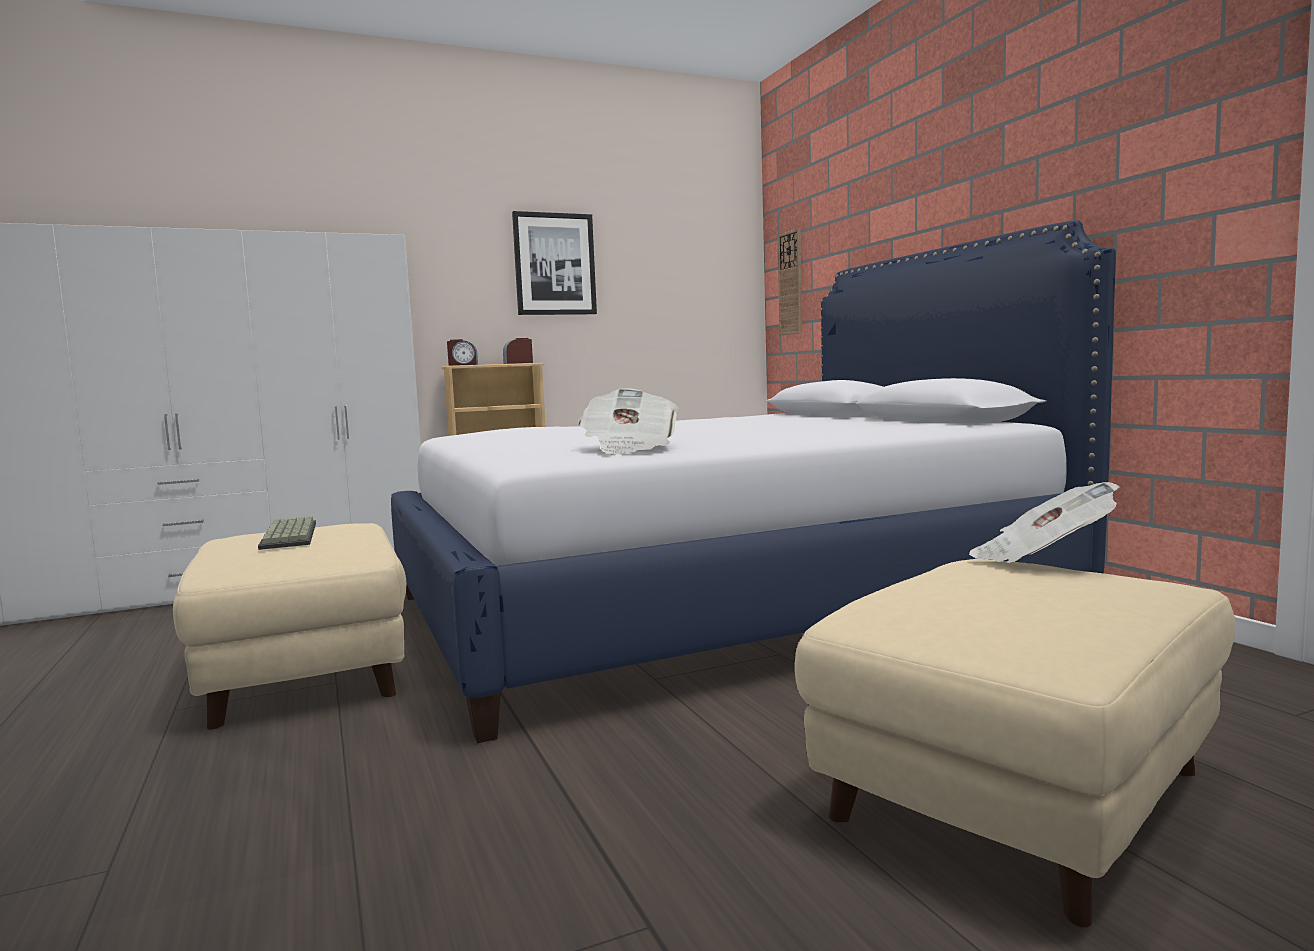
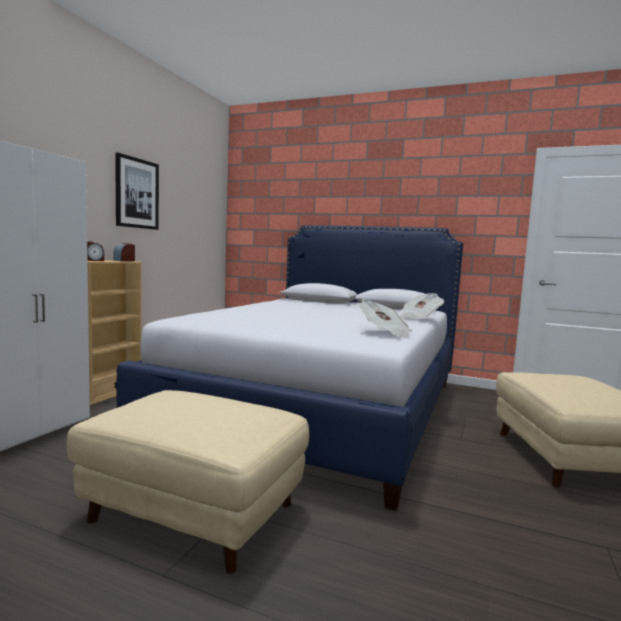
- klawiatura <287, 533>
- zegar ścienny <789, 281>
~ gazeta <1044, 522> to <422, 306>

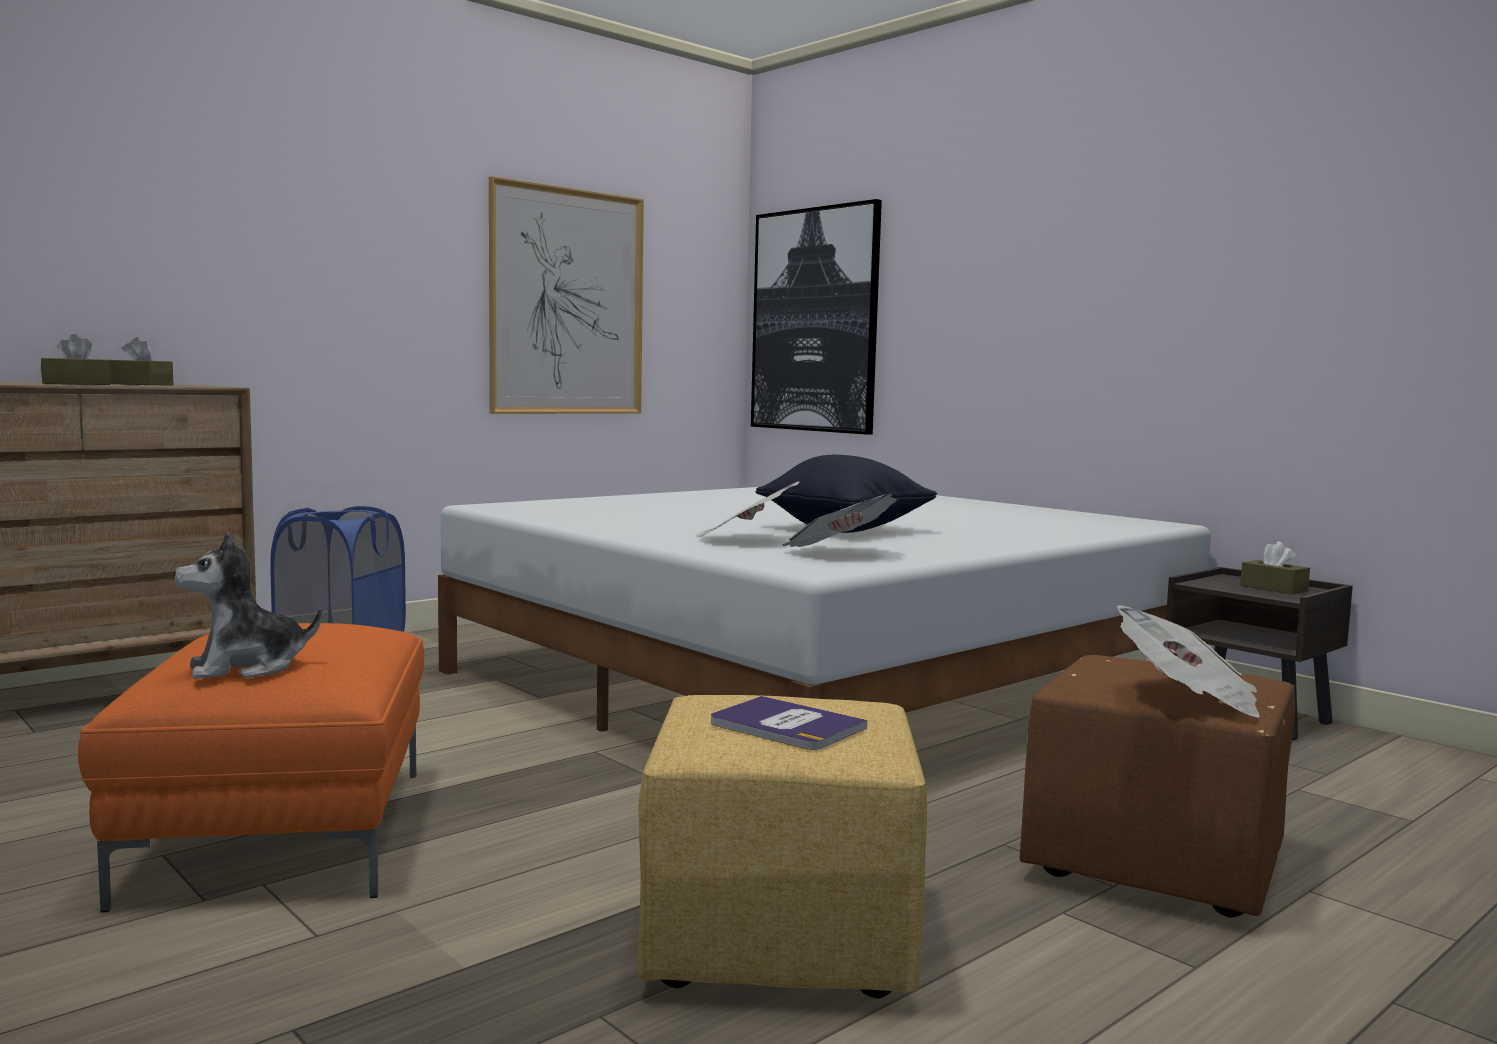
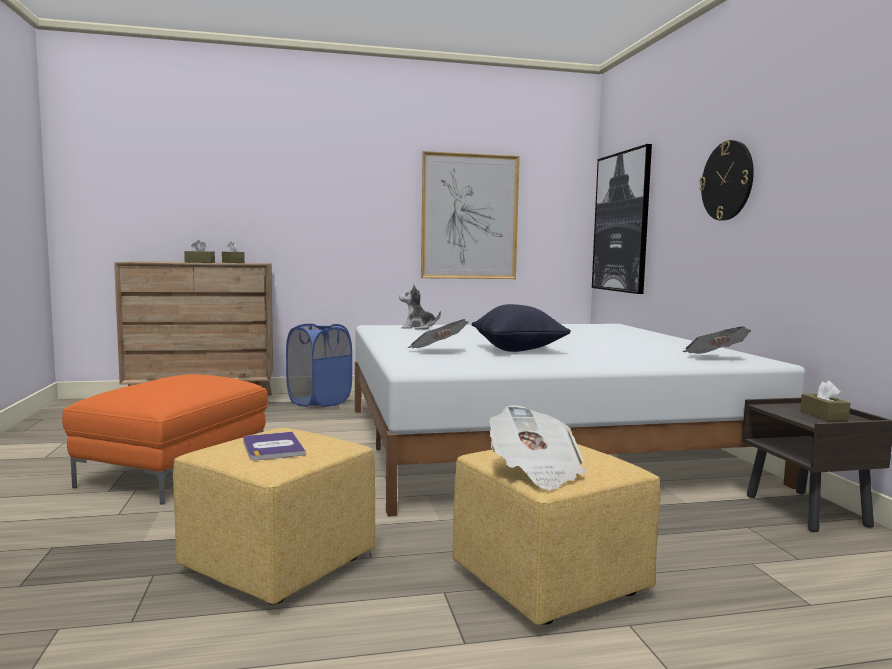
+ zegar ścienny <726, 180>
~ pluszak <248, 605> to <420, 307>
~ gazeta <840, 520> to <716, 340>
~ pufa [brązowy] <1158, 786> to pufa [żółty] <556, 534>

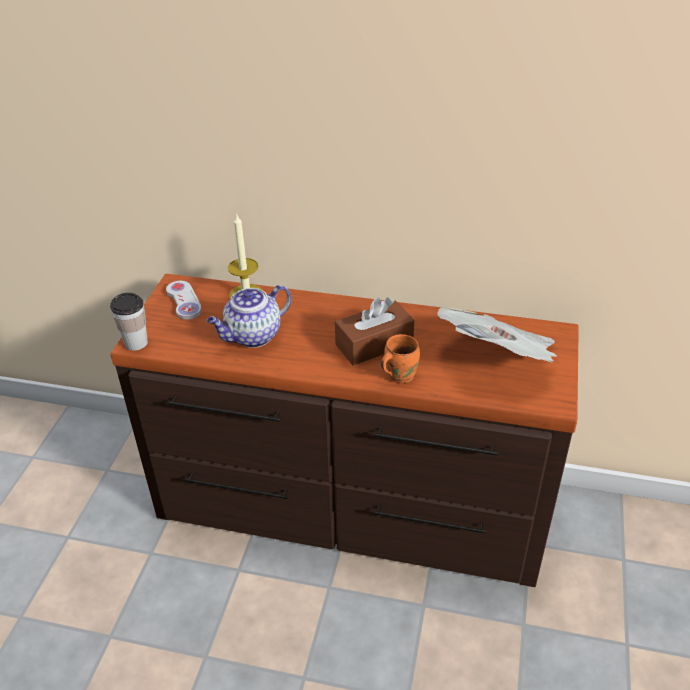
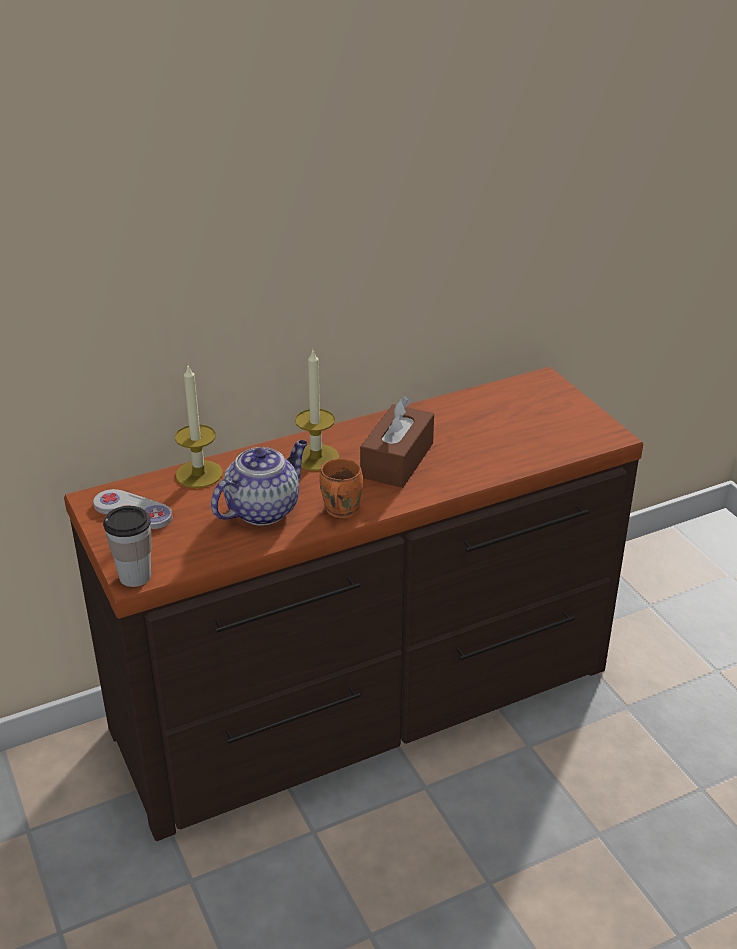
- gazeta <497, 335>
+ świeca <317, 410>
~ kubek [pomarańczowy] <400, 358> to <341, 488>
~ imbryk <249, 316> = <259, 483> 150 degrees counterclockwise

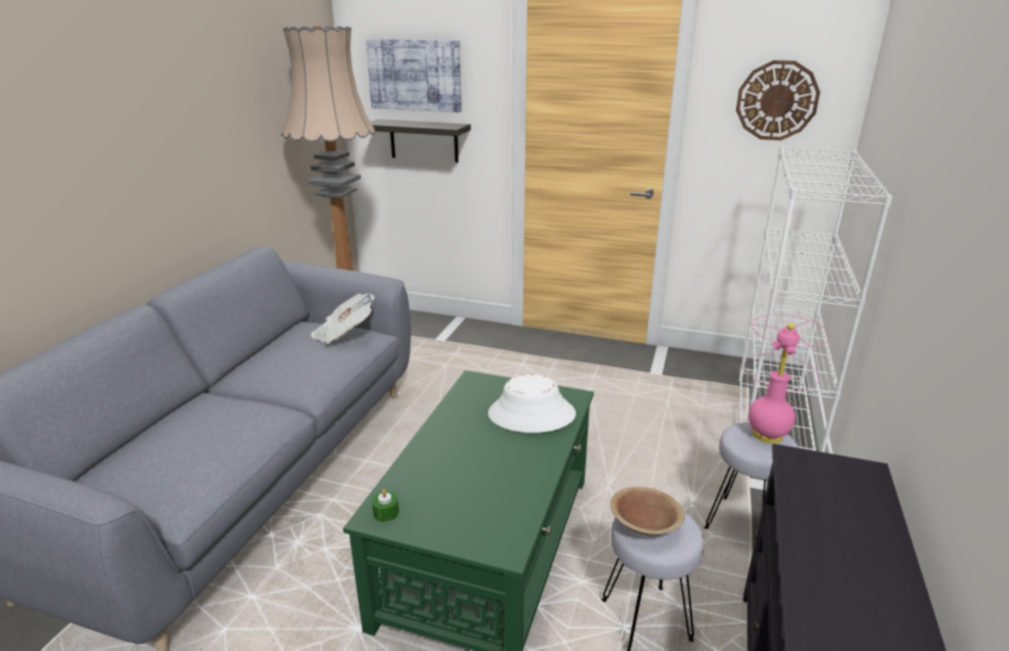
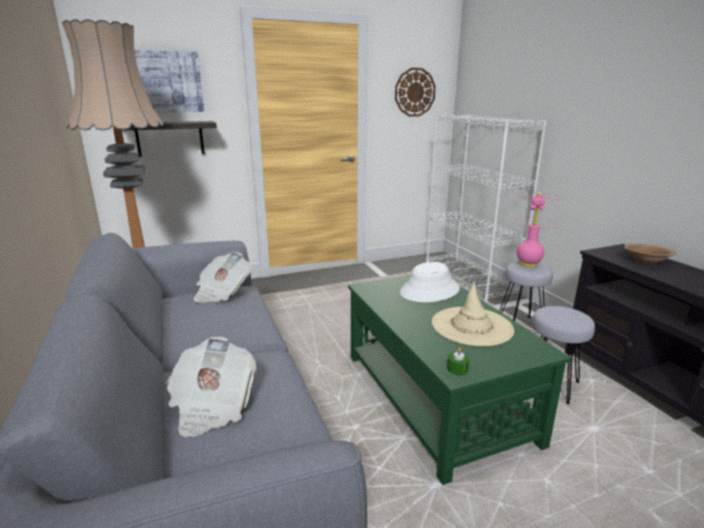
+ gazeta <211, 387>
+ kapelusz [beżowy] <473, 314>
~ miska [brązowy] <647, 511> to <650, 254>

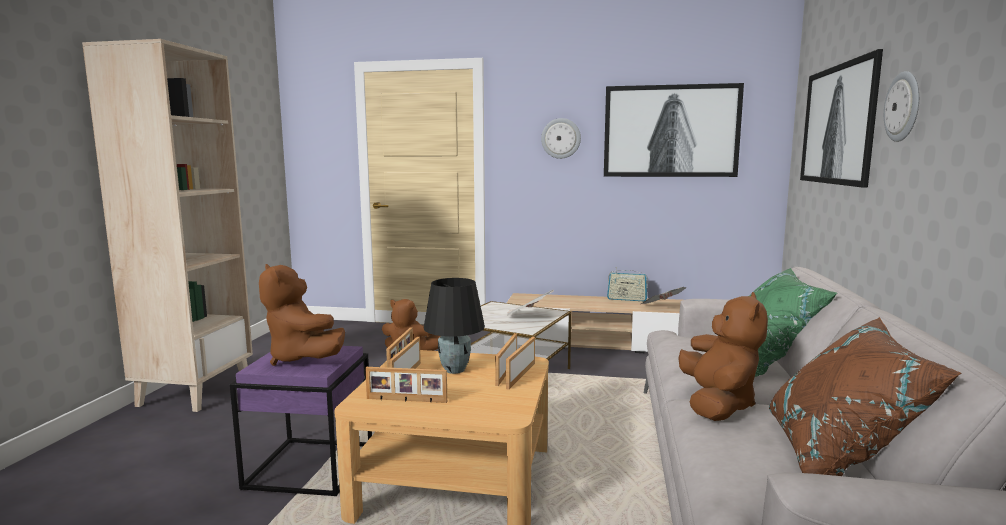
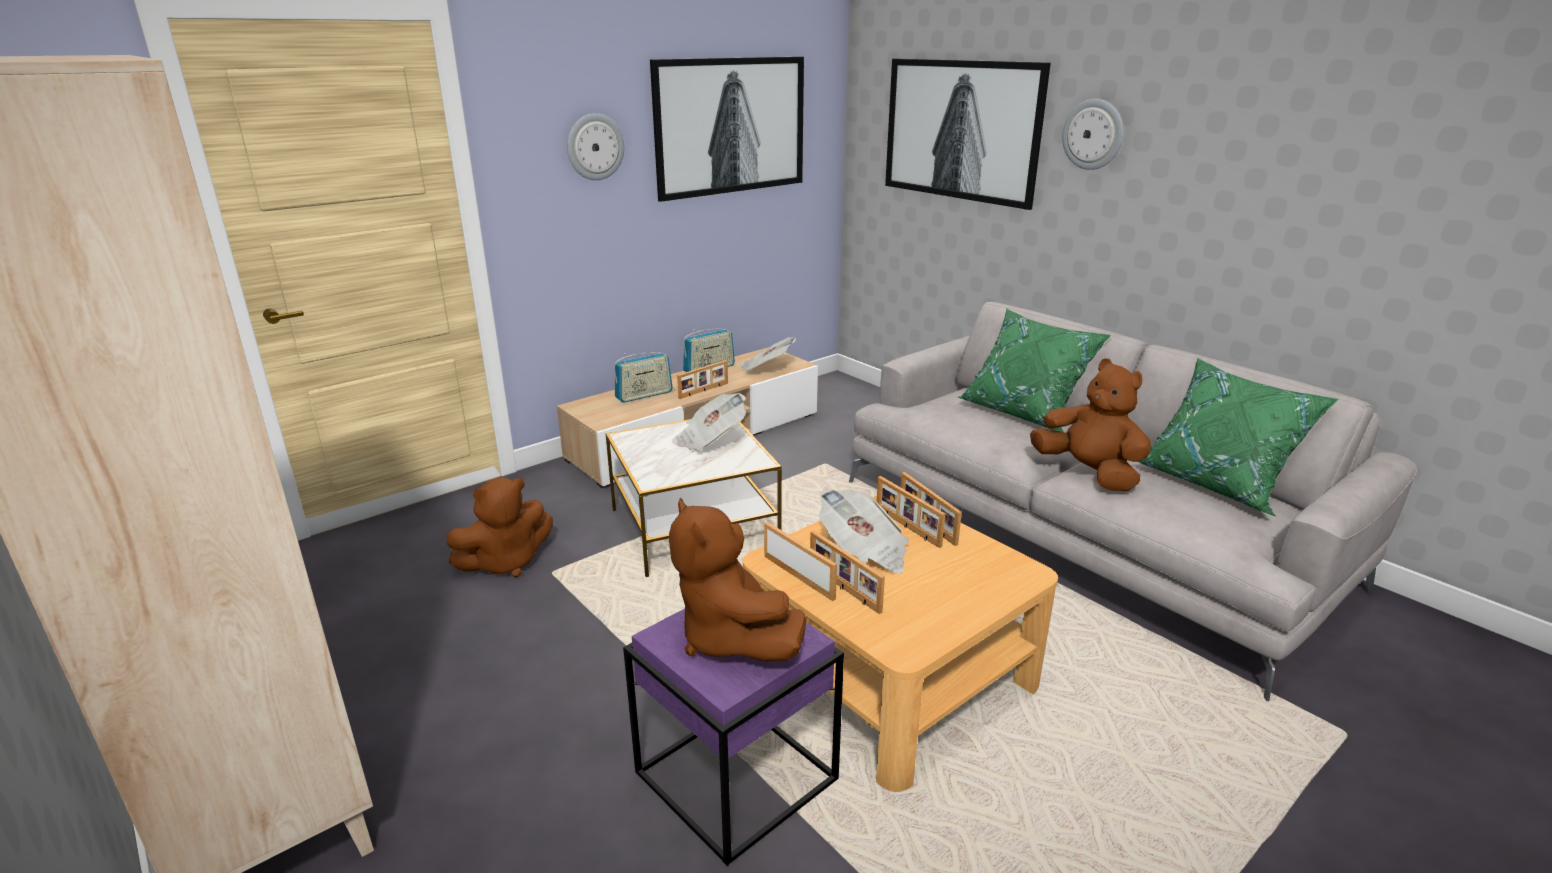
+ radio <643, 377>
~ ramka na zdjęcie <406, 385> to <702, 379>
~ lampa stołowa [czarny] <454, 326> to gazeta <864, 531>
~ poduszka [brązowy] <865, 396> to poduszka [zielony] <1238, 437>
~ pluszak [brązowy] <302, 315> = <738, 579> 60 degrees clockwise

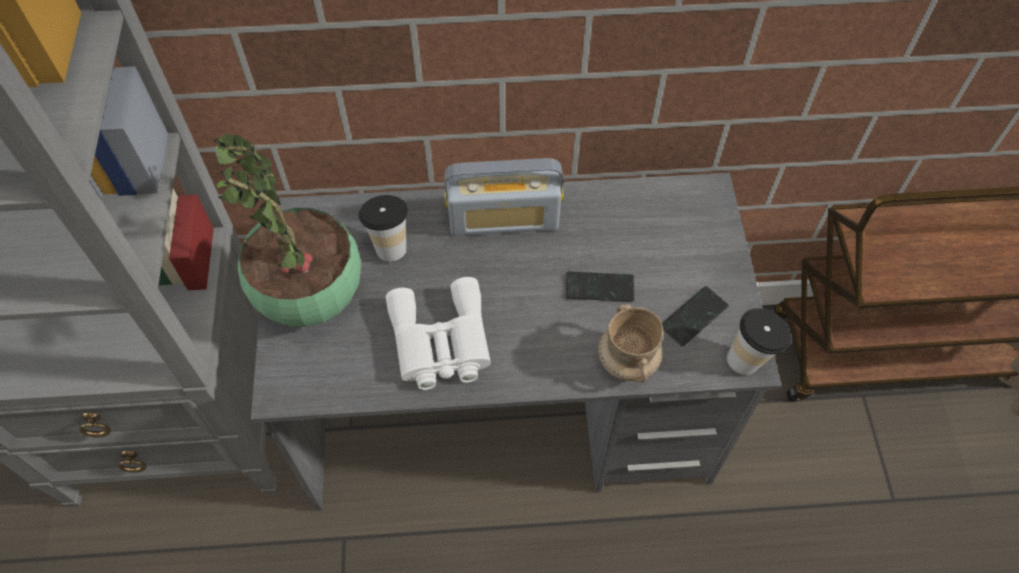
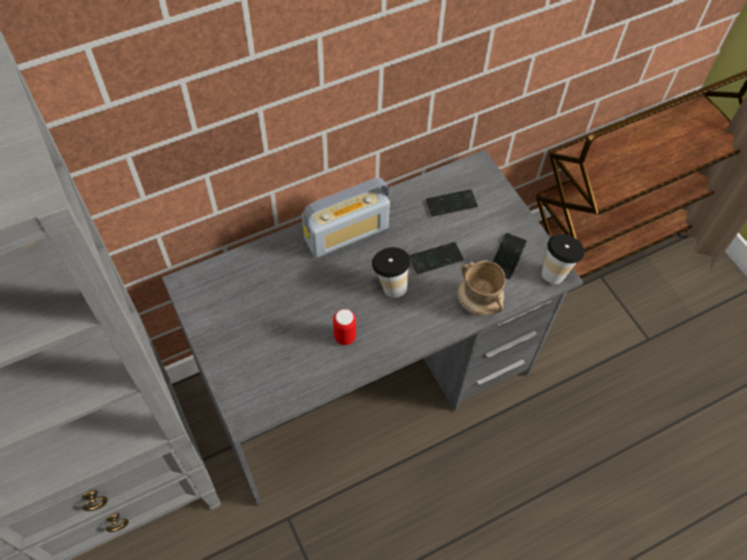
- roślina doniczkowa <287, 230>
+ telefon <452, 202>
~ filiżanka <383, 228> to <391, 272>
~ lornetka [biały] <438, 333> to puszka <344, 327>

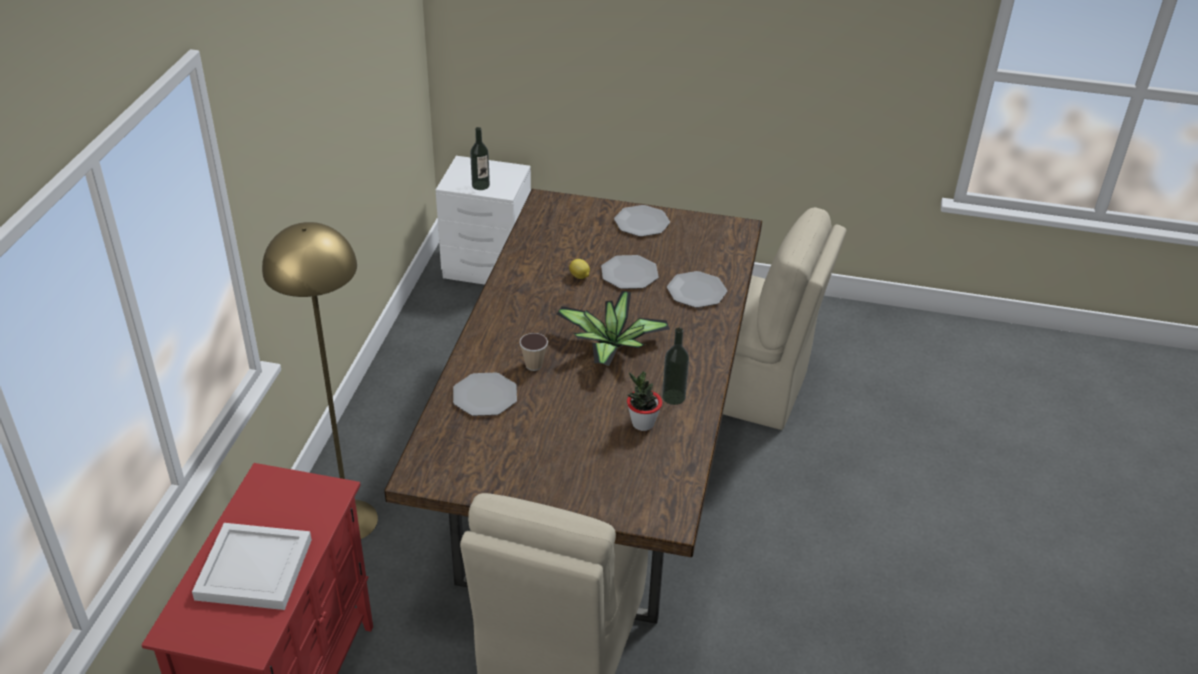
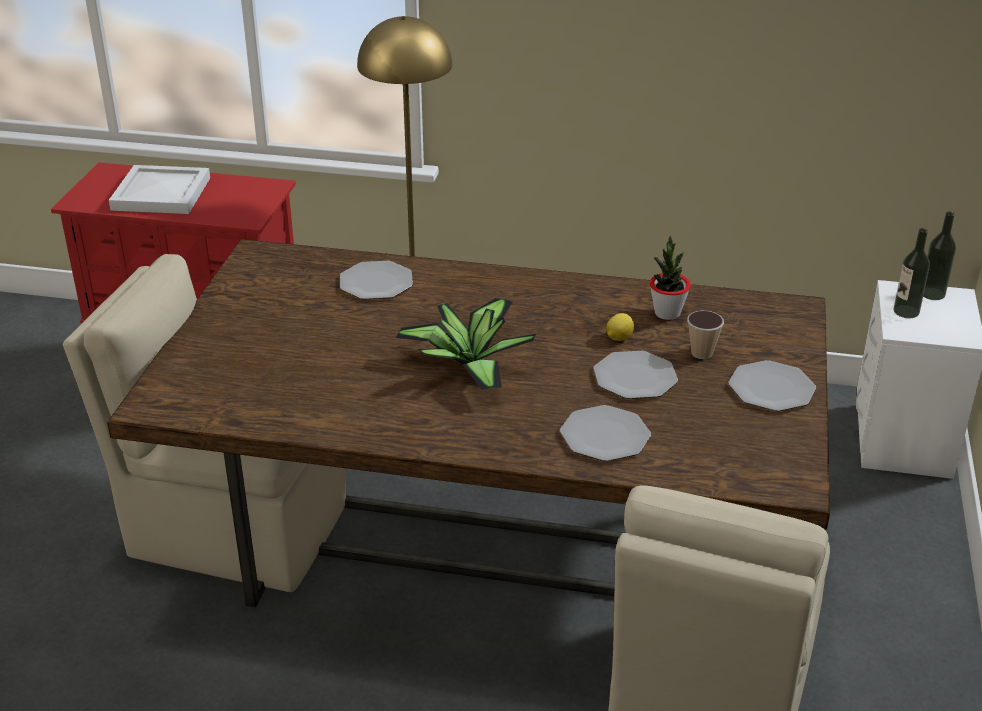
~ filiżanka <533, 352> to <705, 335>
~ roślina doniczkowa <644, 401> to <670, 277>
~ butelka <675, 366> to <939, 256>

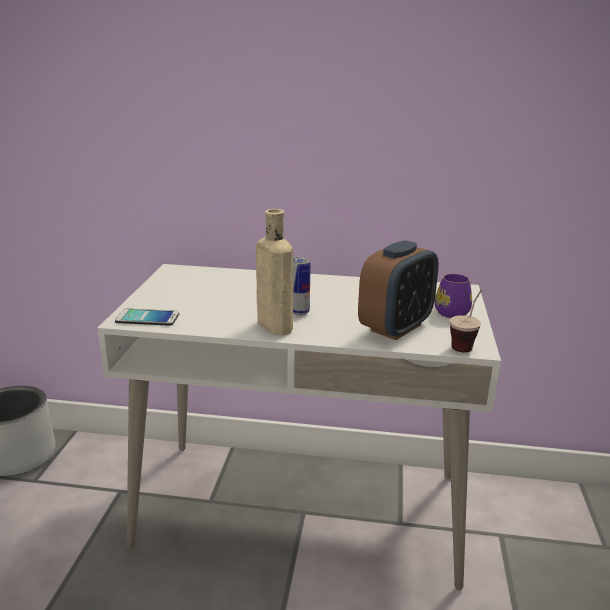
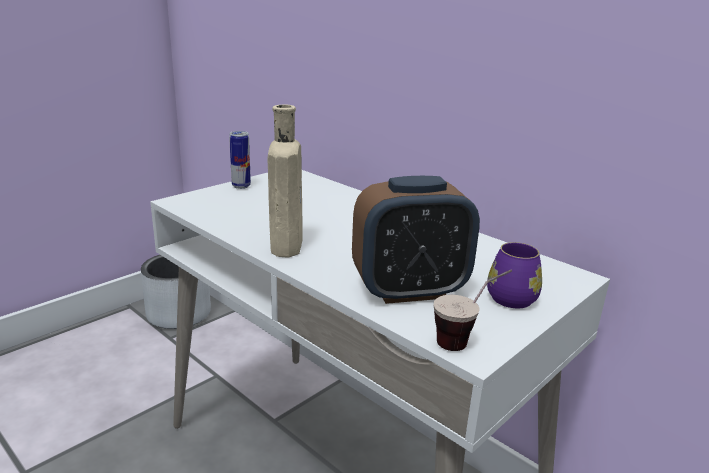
- telefon <147, 317>
~ puszka <302, 286> to <240, 160>

